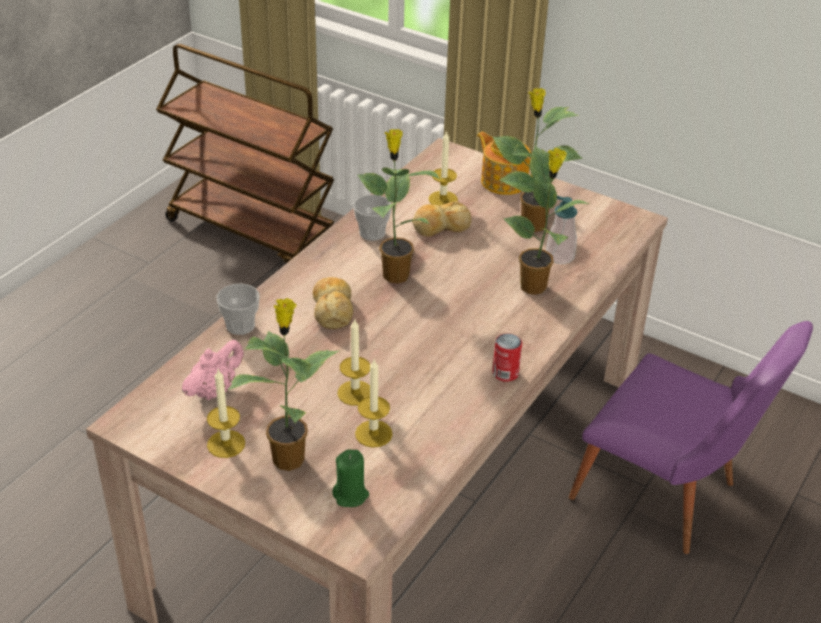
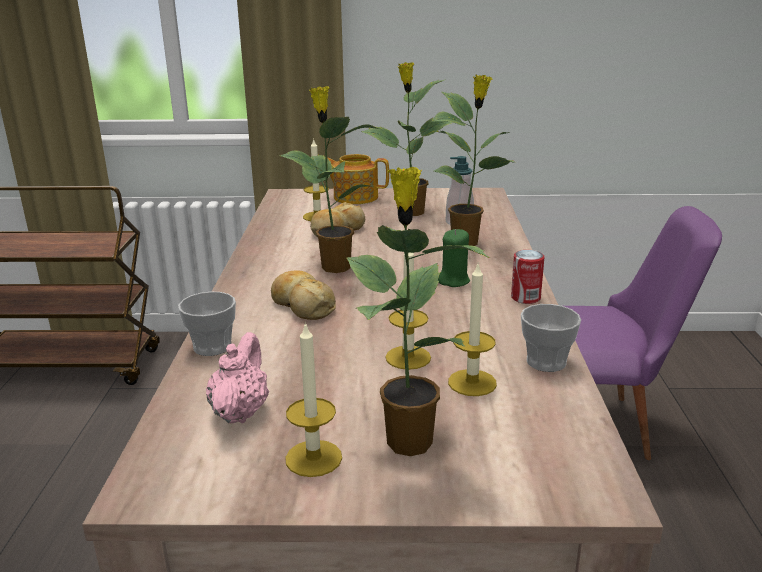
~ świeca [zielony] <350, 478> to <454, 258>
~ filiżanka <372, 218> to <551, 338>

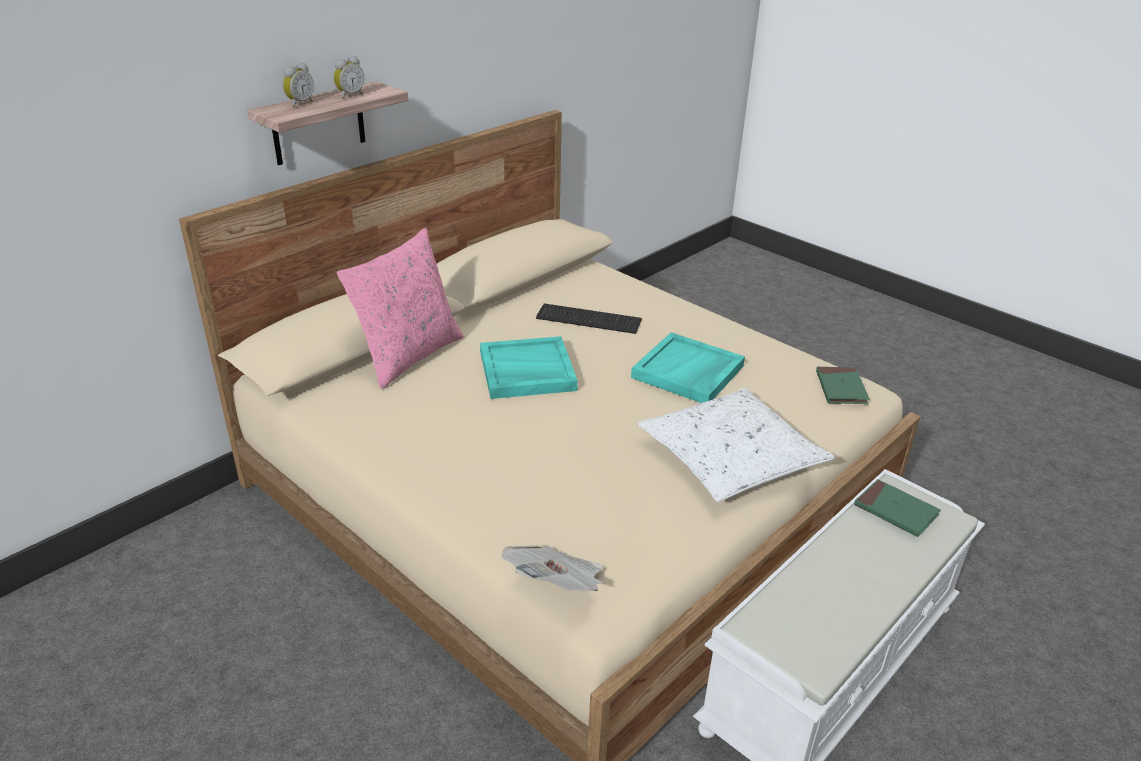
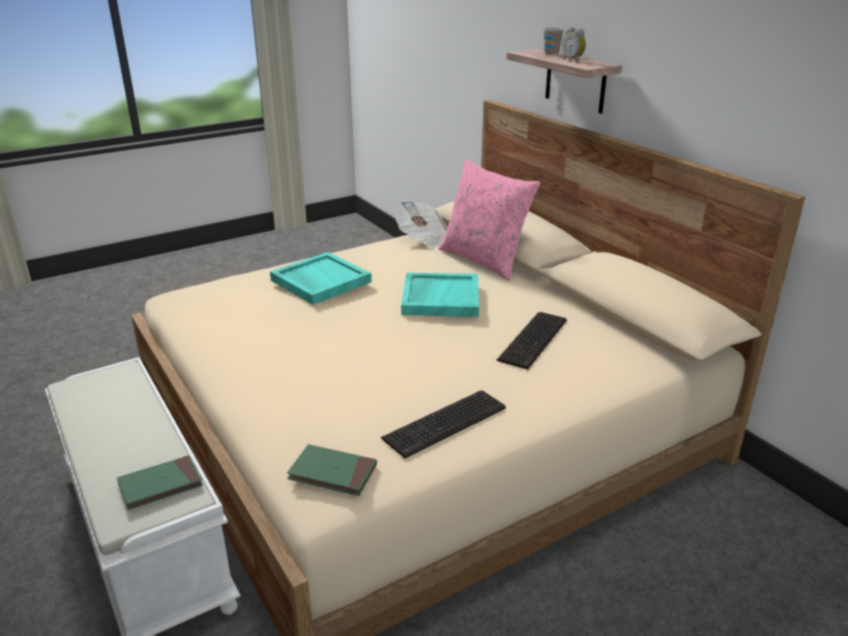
- poduszka [biały] <736, 445>
+ klawiatura <443, 424>
~ gazeta <552, 568> to <420, 224>
~ taca [turkusowy] <688, 367> to <321, 278>
~ budzik <298, 84> to filiżanka <553, 41>

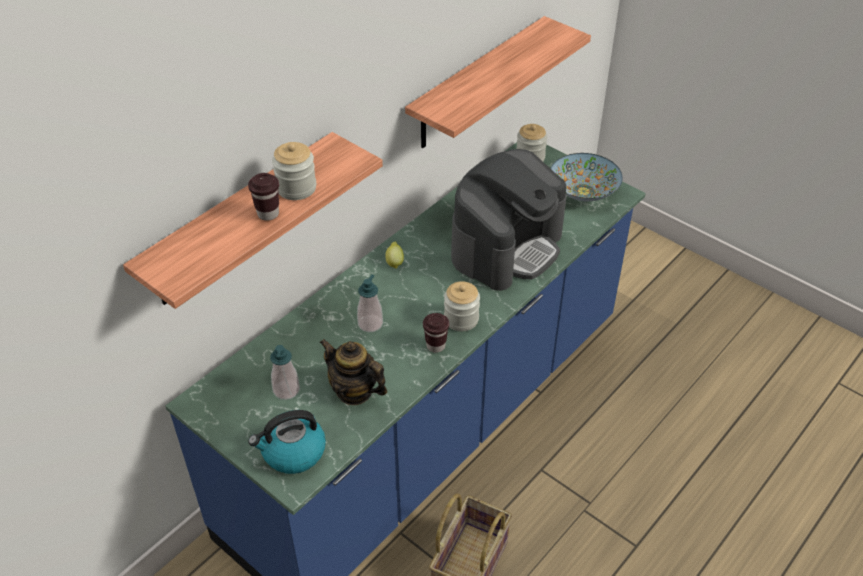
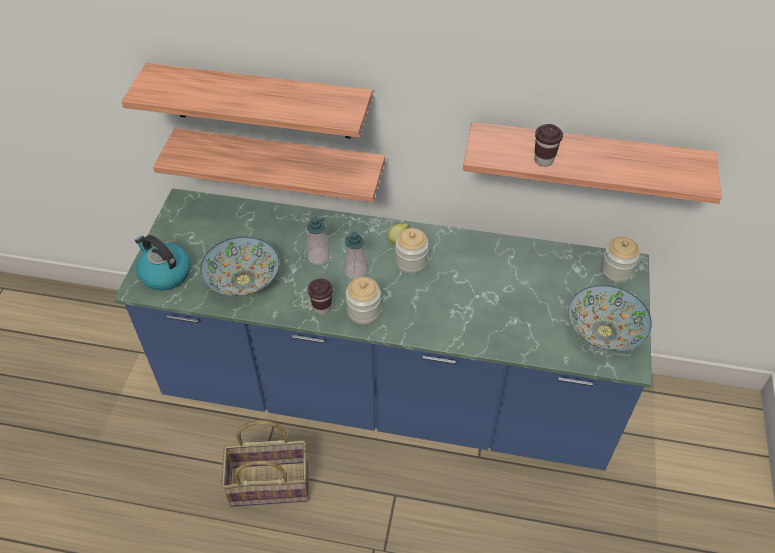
- ekspres do kawy <508, 220>
+ półka <269, 165>
~ filiżanka [brązowy] <263, 197> to <548, 145>
~ dozownik mydła <285, 372> to <356, 256>
~ słoik <294, 171> to <412, 251>
~ imbryk <353, 372> to miska <240, 266>

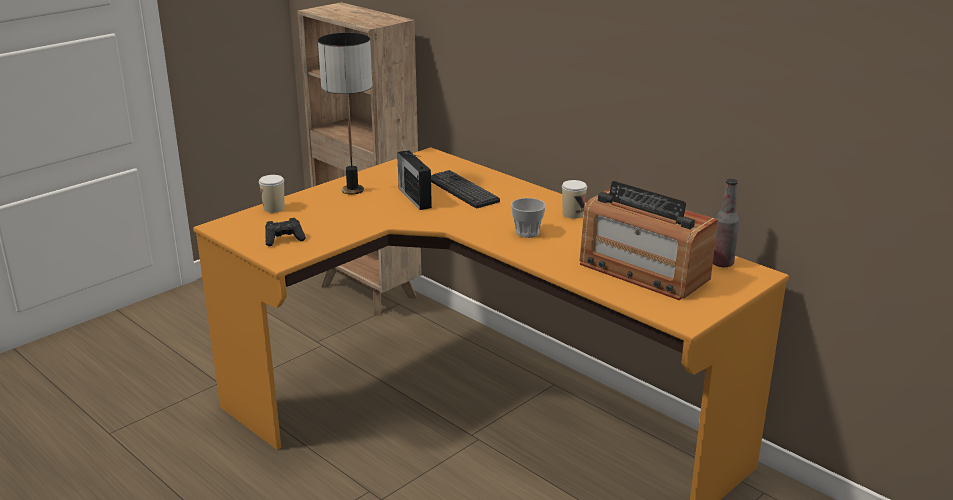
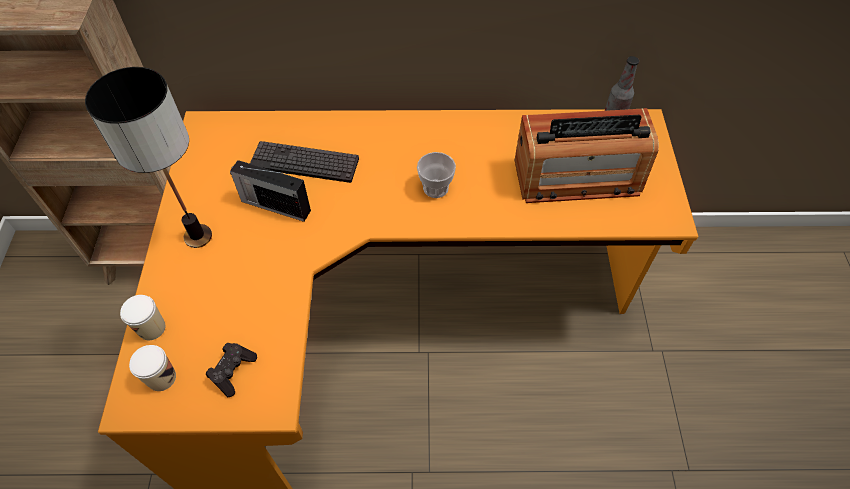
~ filiżanka <574, 199> to <152, 368>

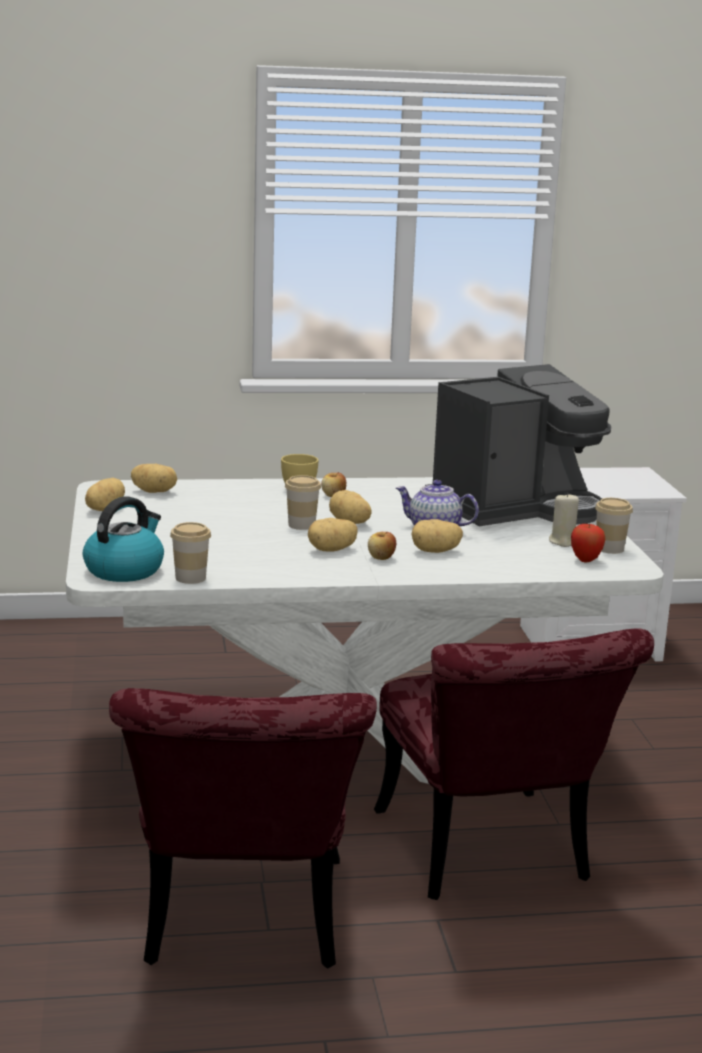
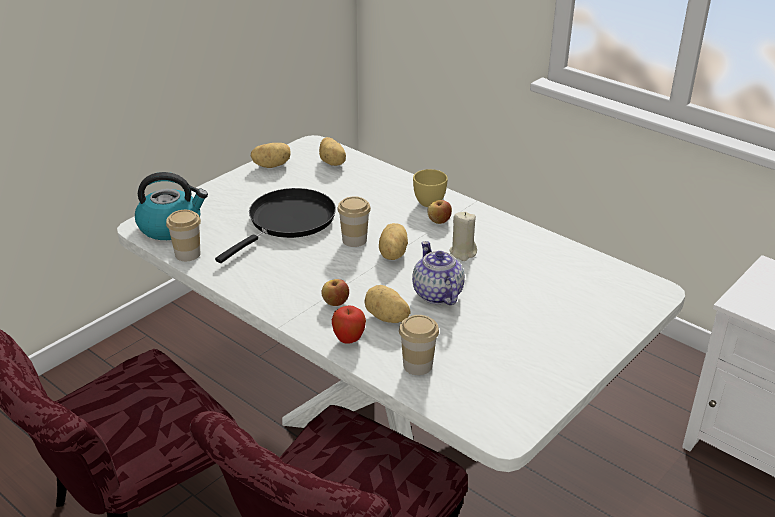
- ziemniak <333, 534>
- ekspres do kawy <518, 445>
+ patelnia [czarny] <275, 225>
~ świeca [beżowy] <564, 519> to <463, 236>
~ jabłko <588, 542> to <349, 324>
~ filiżanka <614, 526> to <419, 345>

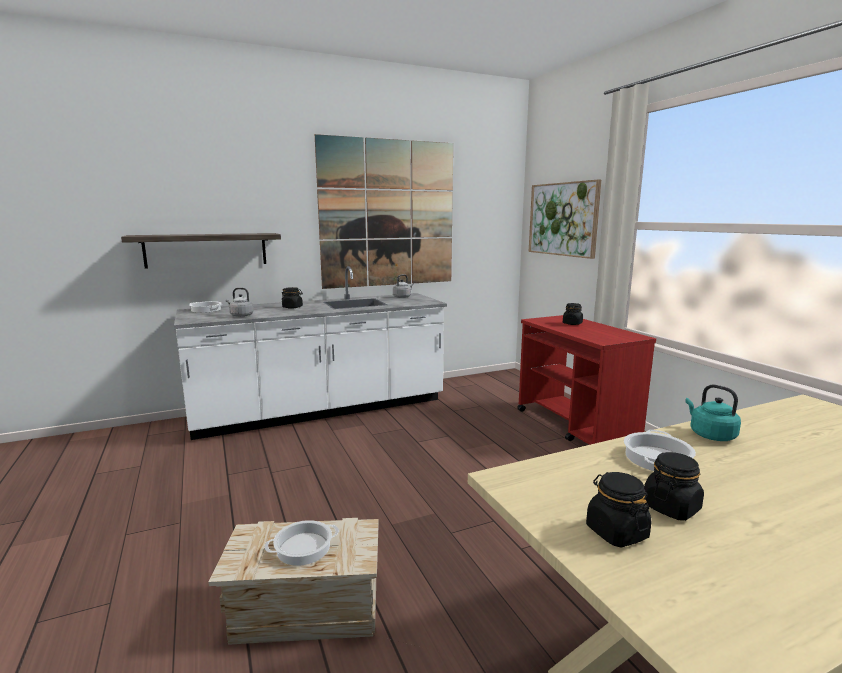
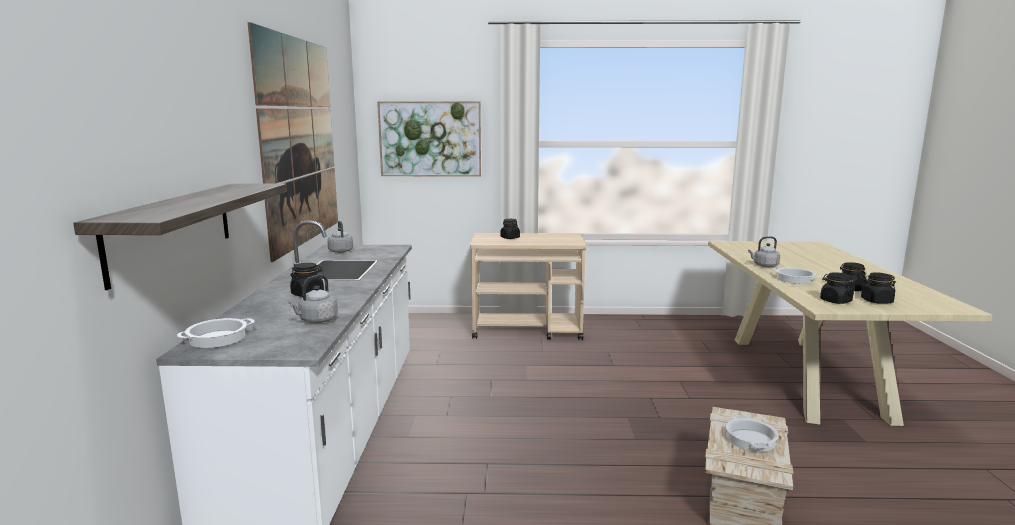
+ słoik [czarny] <837, 288>
~ wózek [czerwony] <586, 380> to wózek [beżowy] <528, 286>
~ czajnik [turkusowy] <713, 412> to czajnik [szary] <764, 251>

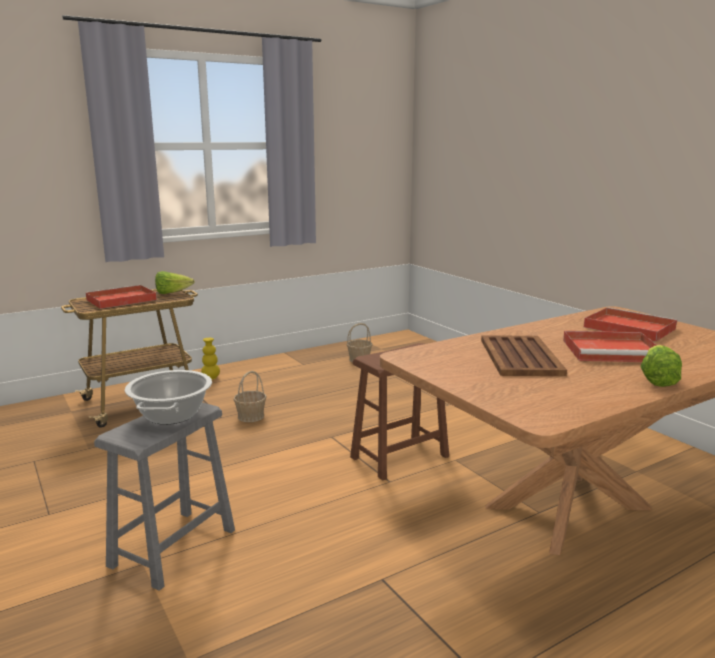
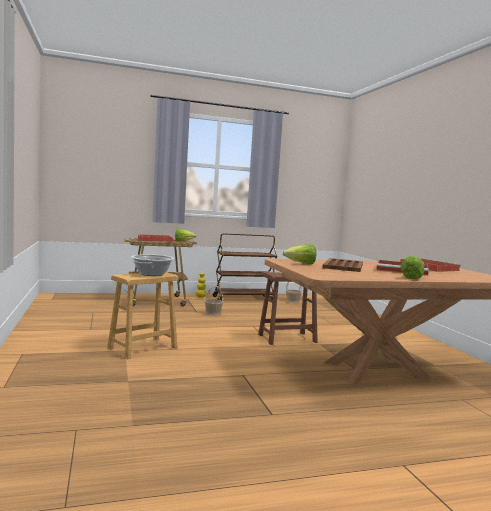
+ wózek [brązowy] <245, 266>
+ sałata <299, 254>
~ stołek [szary] <164, 496> to stołek [brązowy] <142, 315>

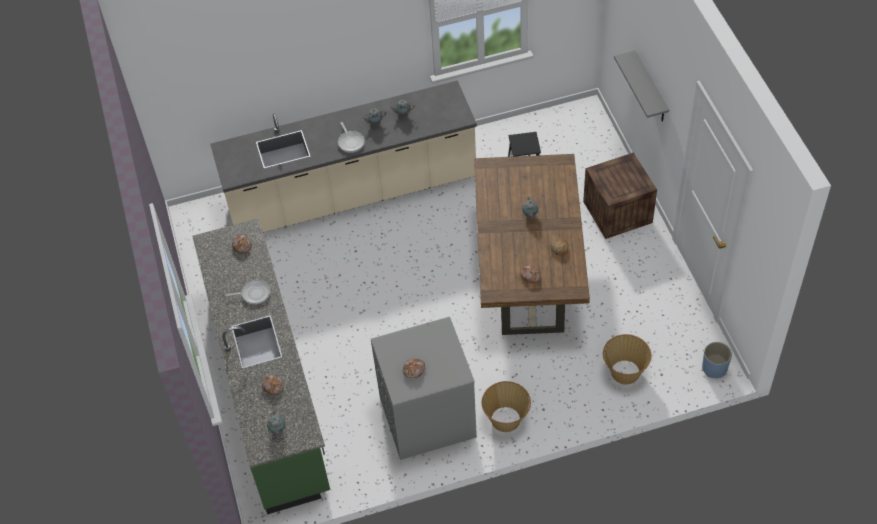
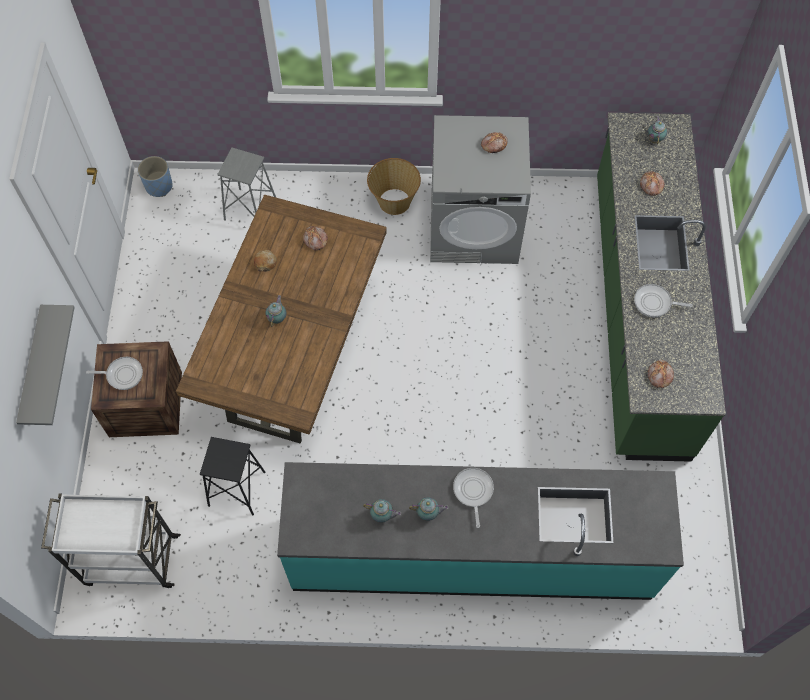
+ wózek [biały] <111, 541>
+ patelnia <114, 373>
~ koszyk <627, 359> to stołek [szary] <246, 184>
~ zabudowa kuchenna [beżowy] <343, 156> to zabudowa kuchenna [turkusowy] <480, 531>

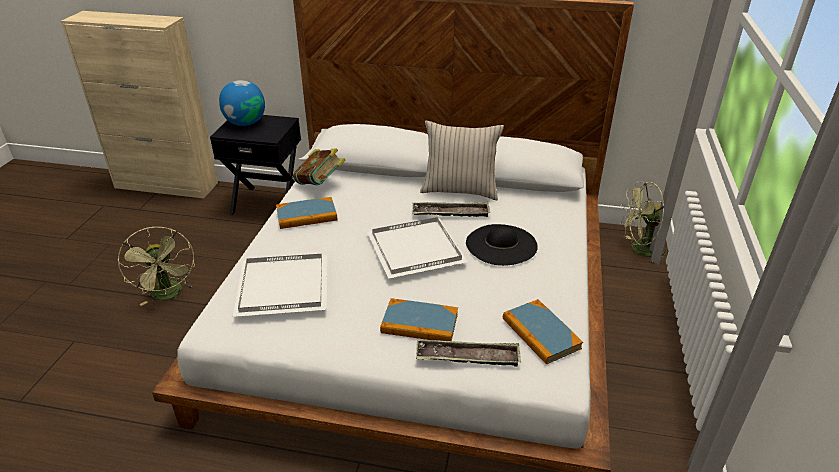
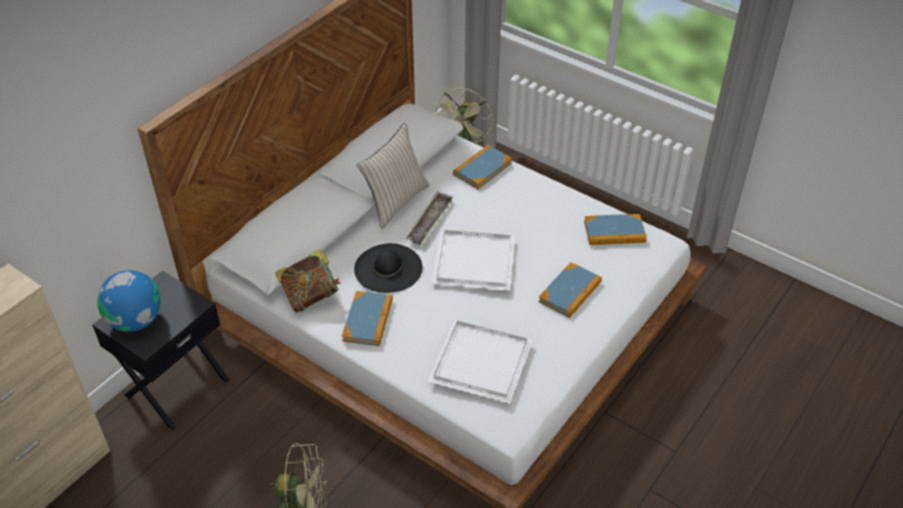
- taca <468, 353>
+ książka <482, 167>
~ kapelusz [czarny] <502, 245> to <388, 268>

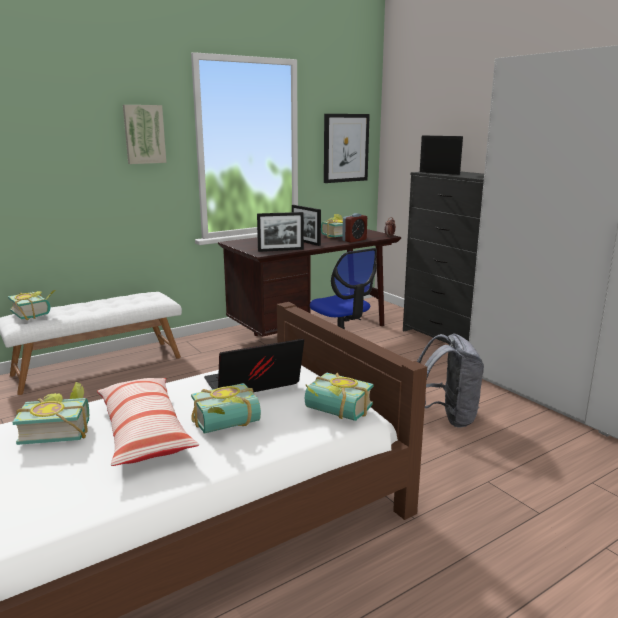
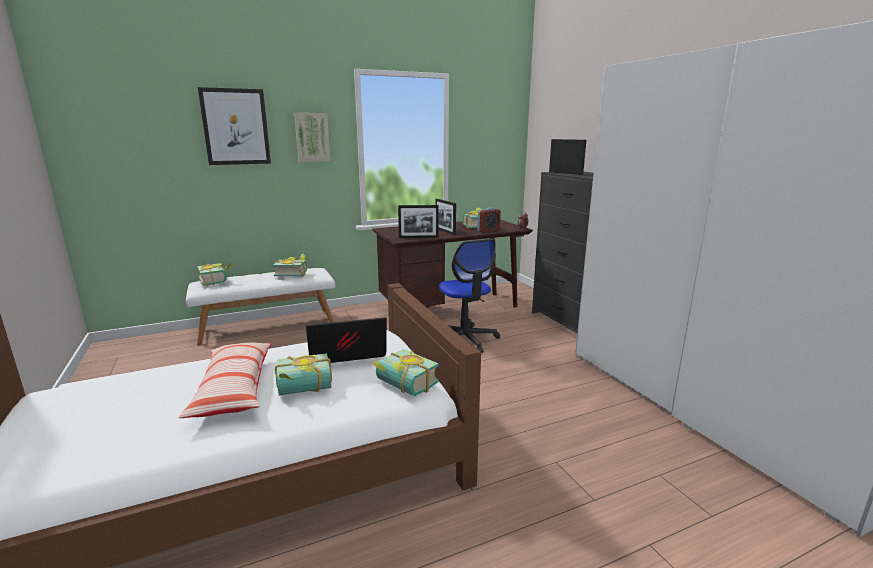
- plecak [szary] <450, 380>
~ książka <51, 413> to <290, 265>
~ obraz <347, 148> to <234, 126>

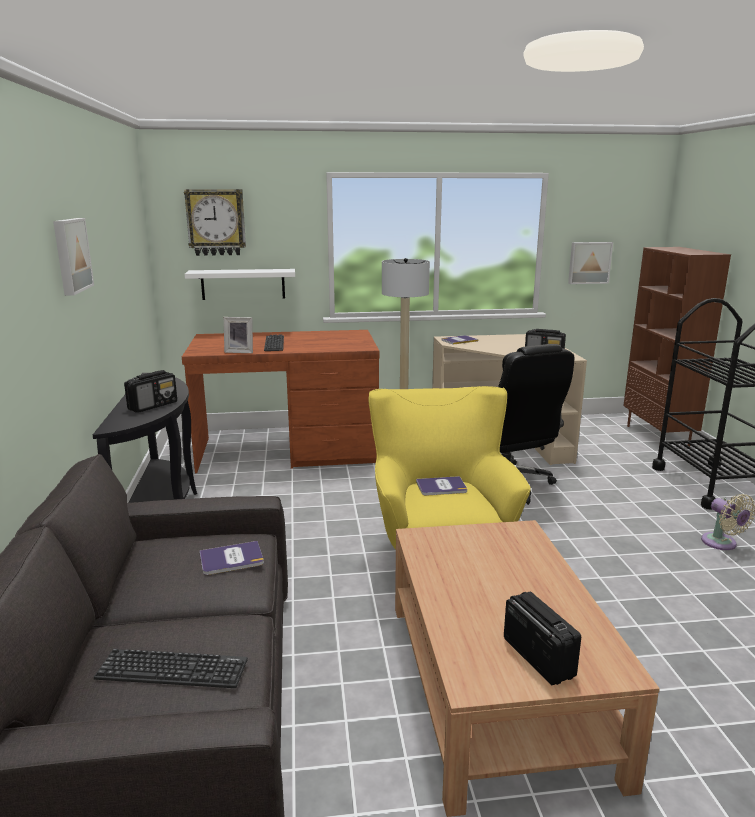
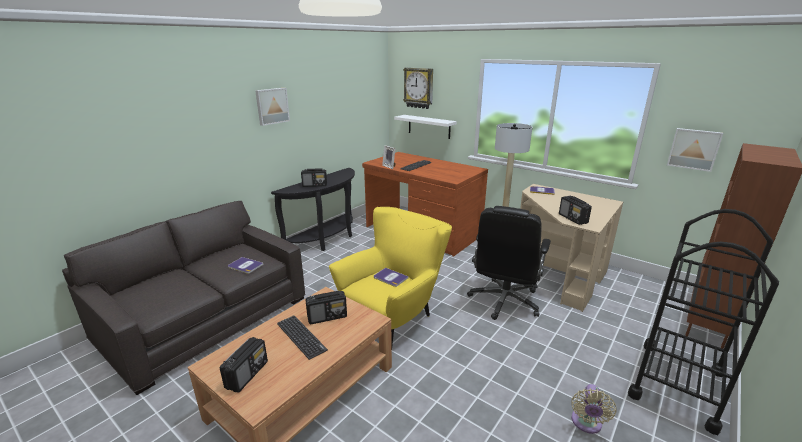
+ radio <326, 308>
~ klawiatura <171, 668> to <302, 337>

